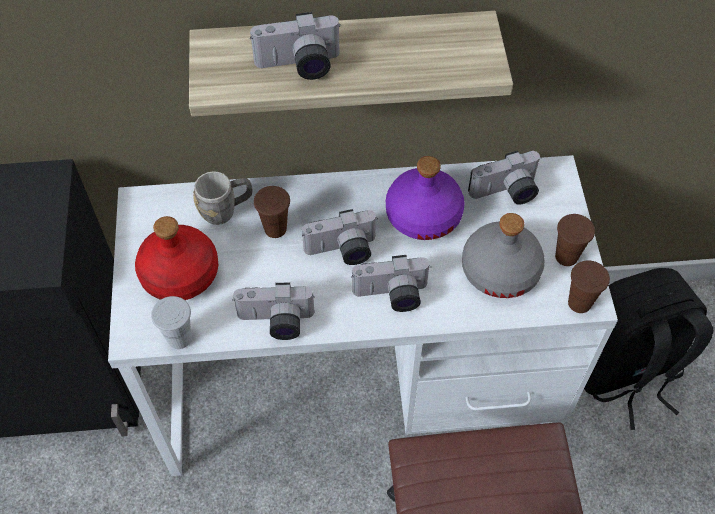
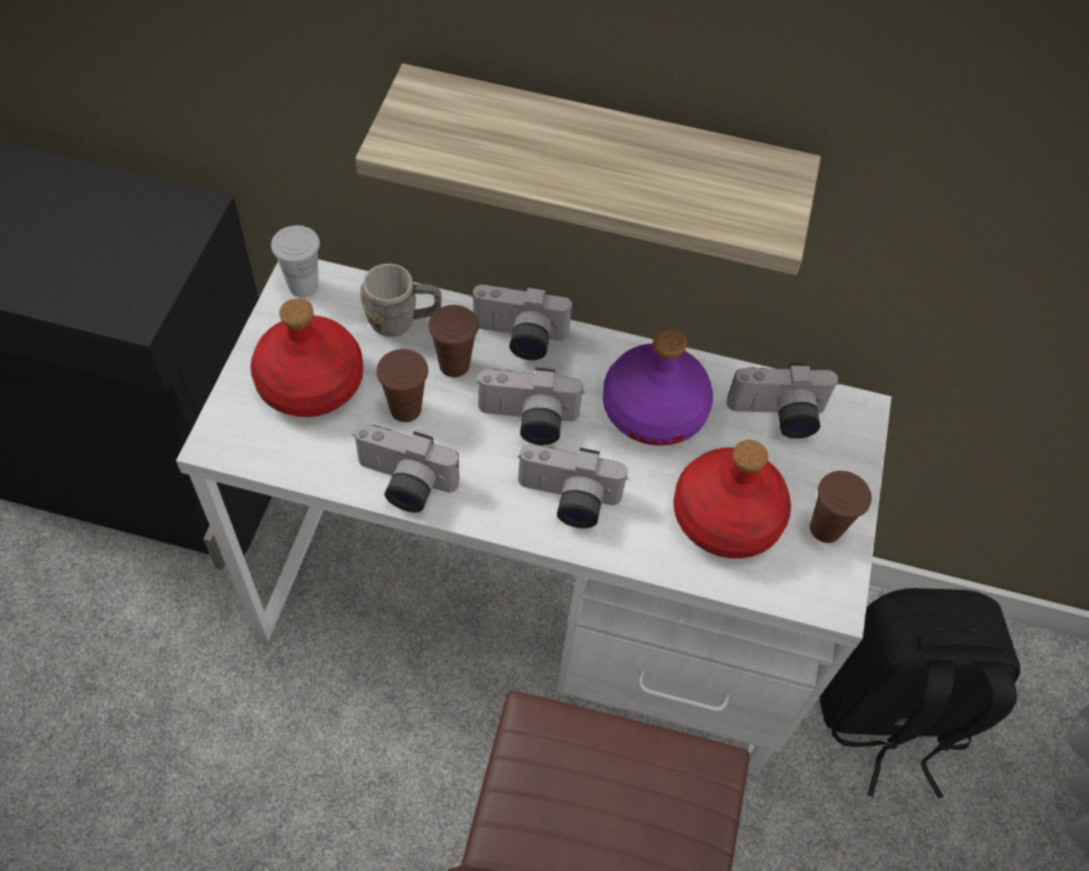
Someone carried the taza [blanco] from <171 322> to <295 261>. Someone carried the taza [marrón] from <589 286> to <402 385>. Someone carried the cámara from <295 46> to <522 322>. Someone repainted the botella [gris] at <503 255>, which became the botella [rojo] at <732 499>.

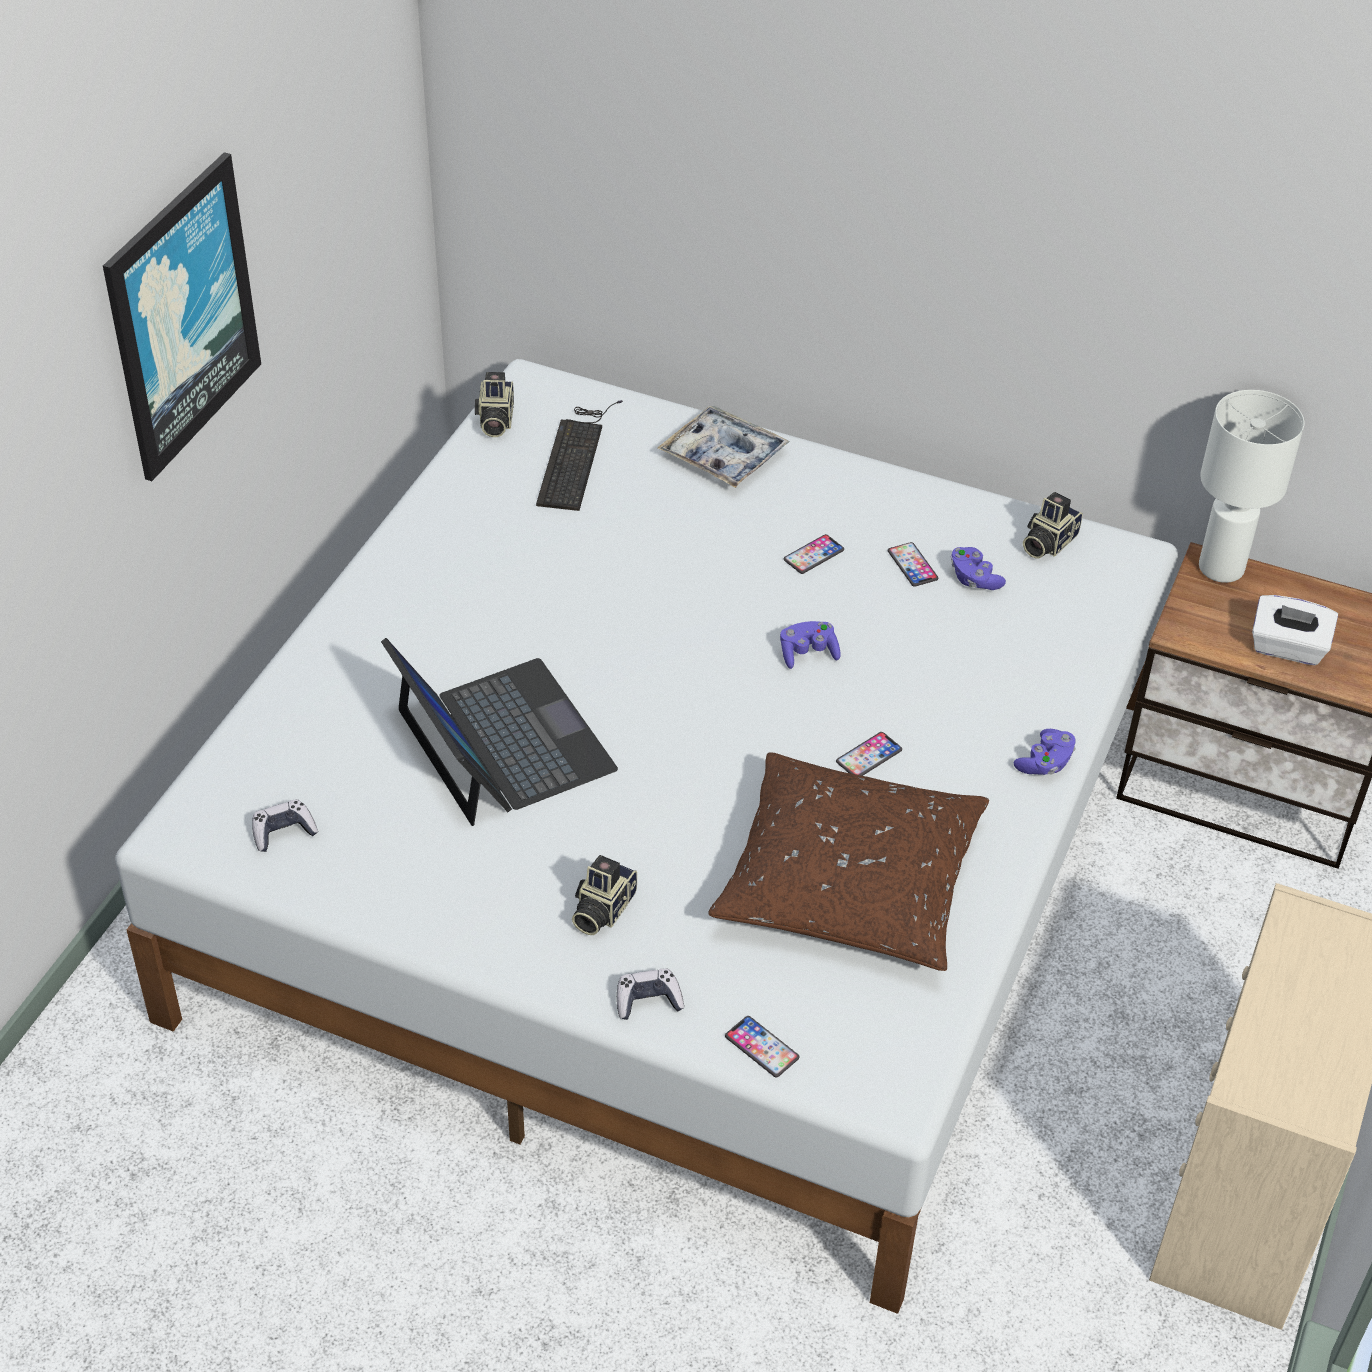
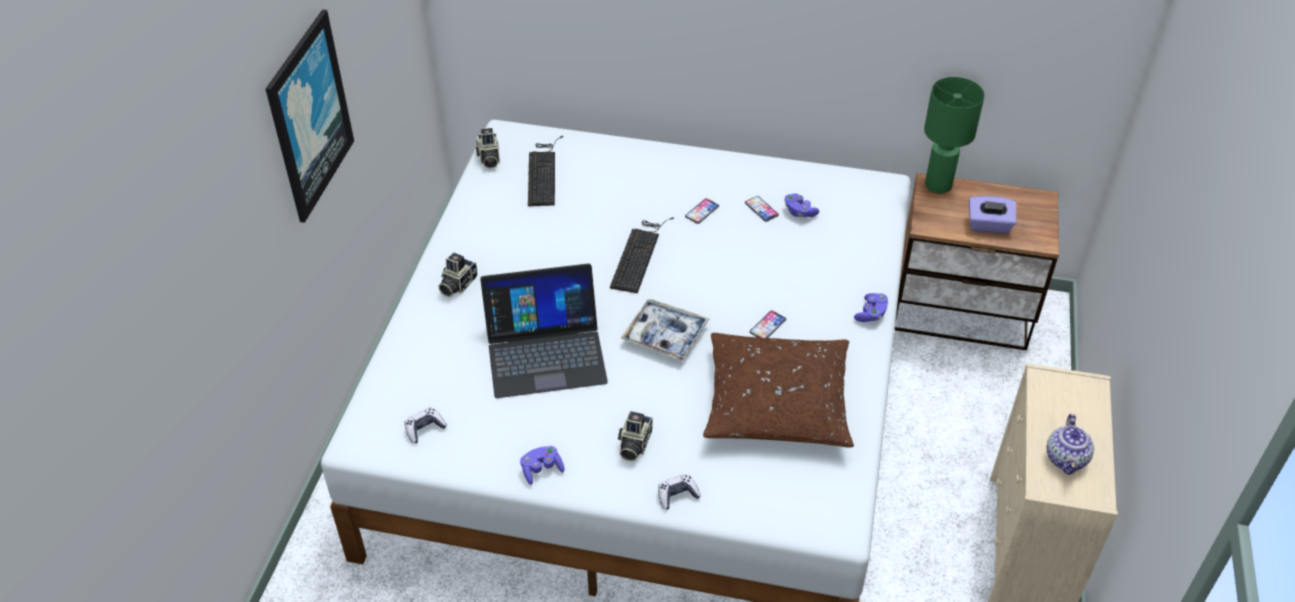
Someone carried the cámara from <1053 525> to <457 275>. Someone rotated the portátil at <499 732> by 120 degrees clockwise. Someone carried the mando de consola [morado] from <810 645> to <542 465>. Someone put down the teclado at <642 255>. Someone carried the bandeja from <723 447> to <664 330>. Someone repainted the lámpara de mesa [blanco] at <1251 486>, which became the lámpara de mesa [verde] at <954 135>. Someone repainted the caja de pañuelos [blanco] at <1295 630>, which became the caja de pañuelos [morado] at <992 215>. Someone put down the tetera at <1070 444>. Someone took away the móvil at <762 1047>.

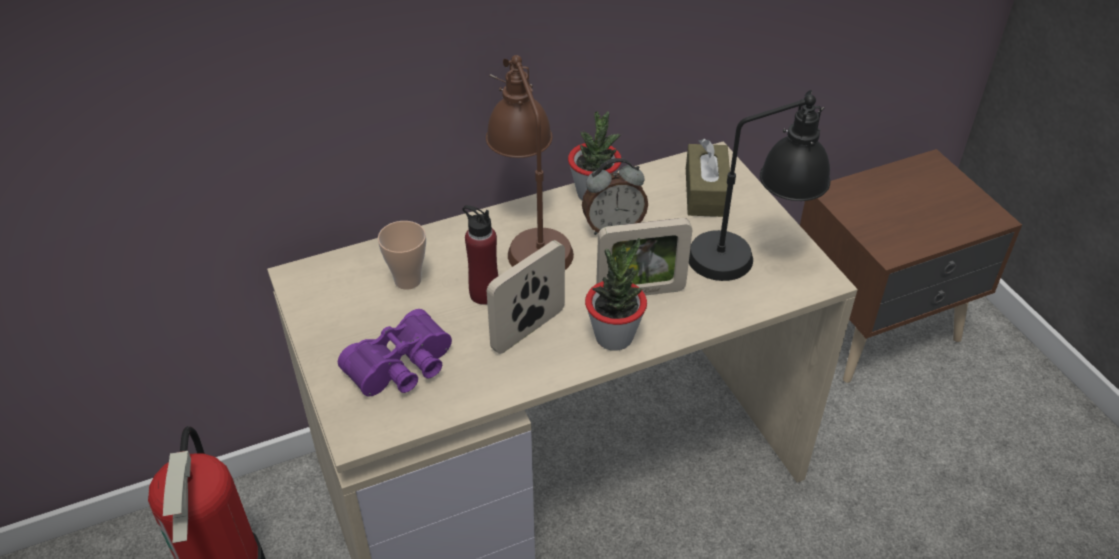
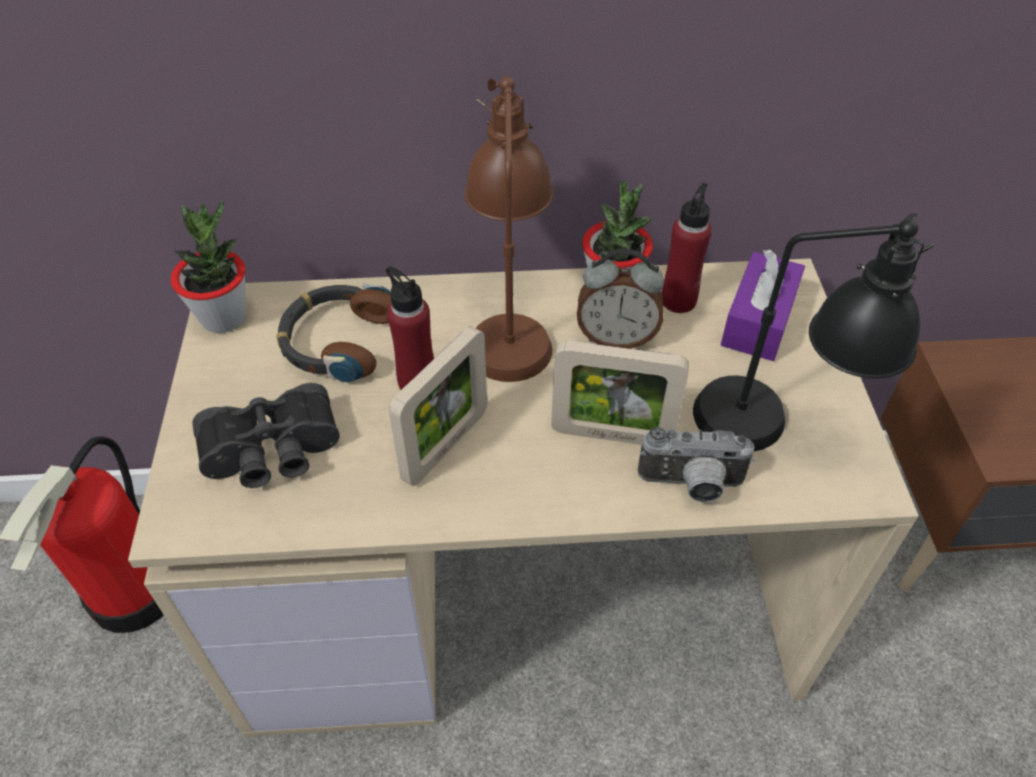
Someone carried the planta en maceta from <616 294> to <208 267>. Someone repainted the prismáticos [morado] at <395 352>, which became the prismáticos [negro] at <266 435>. Someone swapped the taza at <402 255> for the auriculares at <334 333>. Someone rotated the portarretratos at <526 297> by 150 degrees clockwise. Someone put down the cámara at <696 465>. Someone put down the botella [rojo] at <687 248>. Someone repainted the caja de pañuelos [marrón] at <708 178>, which became the caja de pañuelos [morado] at <763 305>.

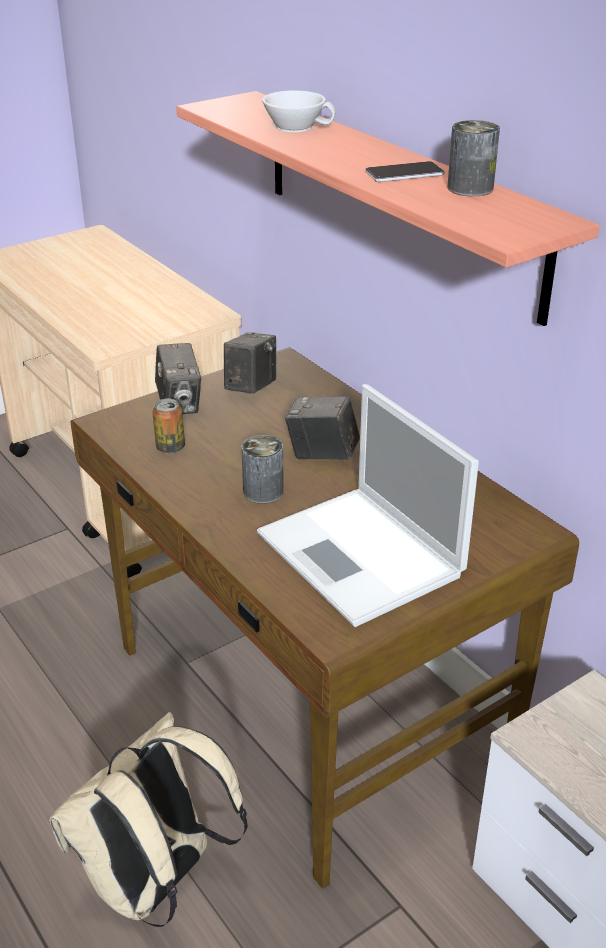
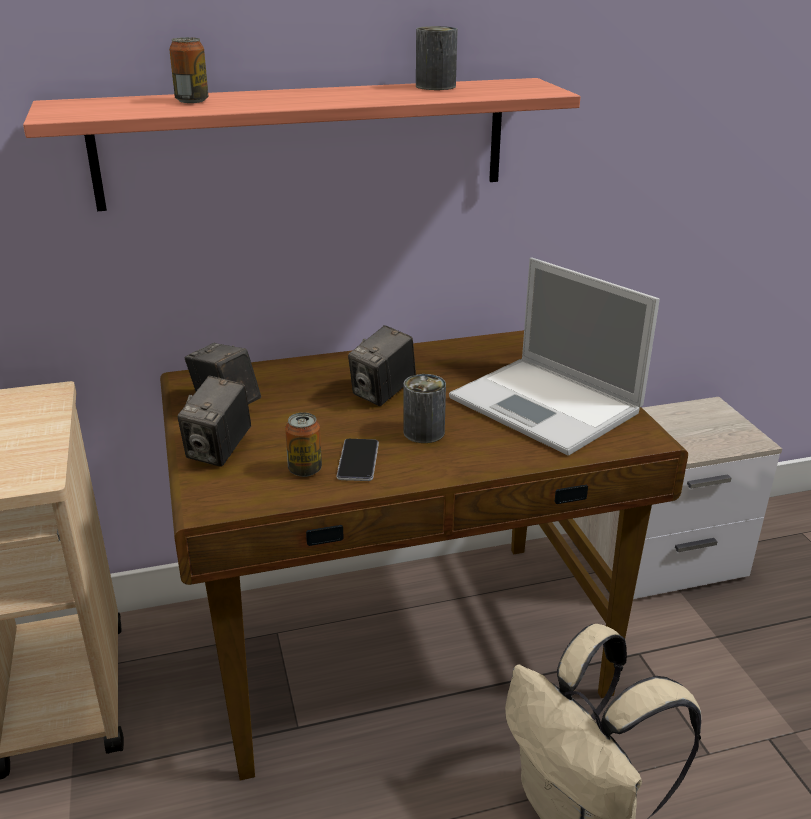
Someone swapped the taza [blanco] at <299 111> for the lata at <188 70>. Someone rotated the cámara at <178 378> by 105 degrees clockwise. Someone carried the móvil from <404 171> to <358 460>. Someone rotated the portátil at <368 505> by 60 degrees clockwise.

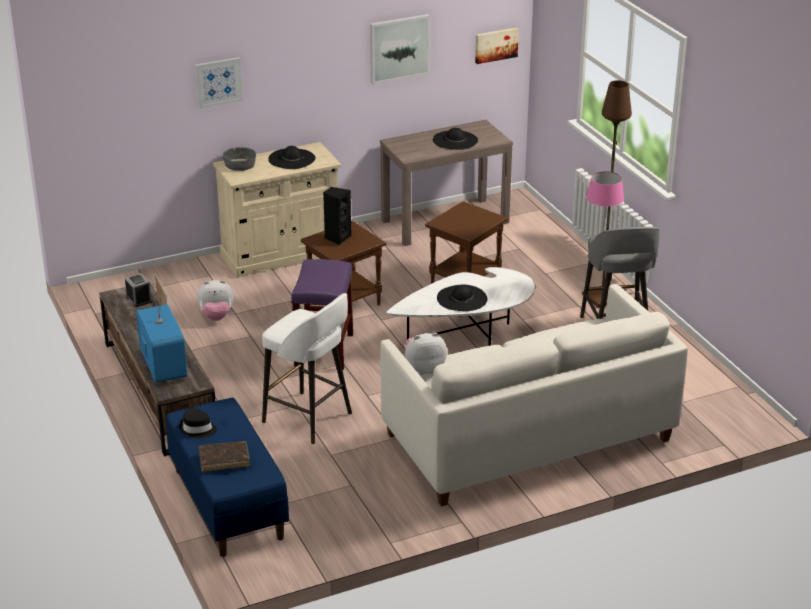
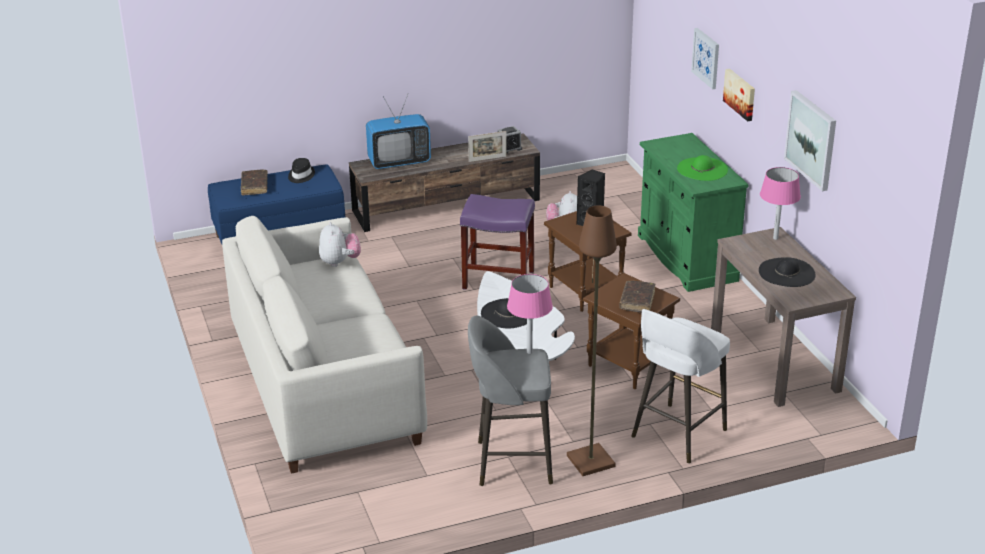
Someone put down the libro [marrón] at <637 297>. Someone carried the taburete [blanco] from <307 368> to <680 386>. Someone repainted the armario [beis] at <277 210>, which became the armario [verde] at <693 212>. Someone repainted the sombrero [negro] at <291 157>, which became the sombrero [verde] at <702 168>. Someone carried the cuadro from <497 45> to <739 95>. Someone put down the lámpara de mesa [rosa] at <780 203>. Someone took away the cuenco [gris] at <239 159>.

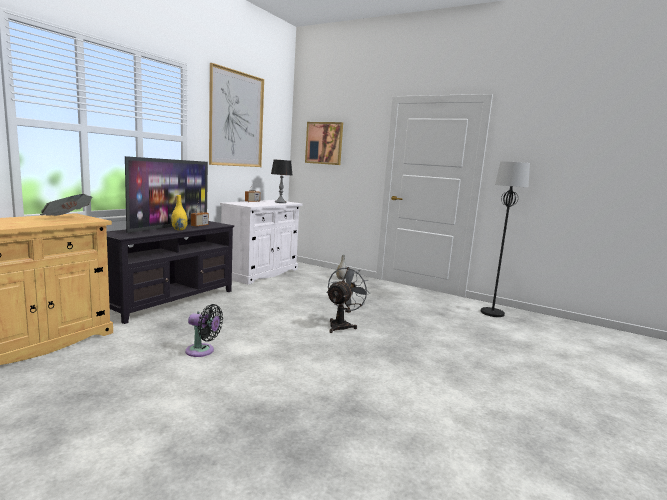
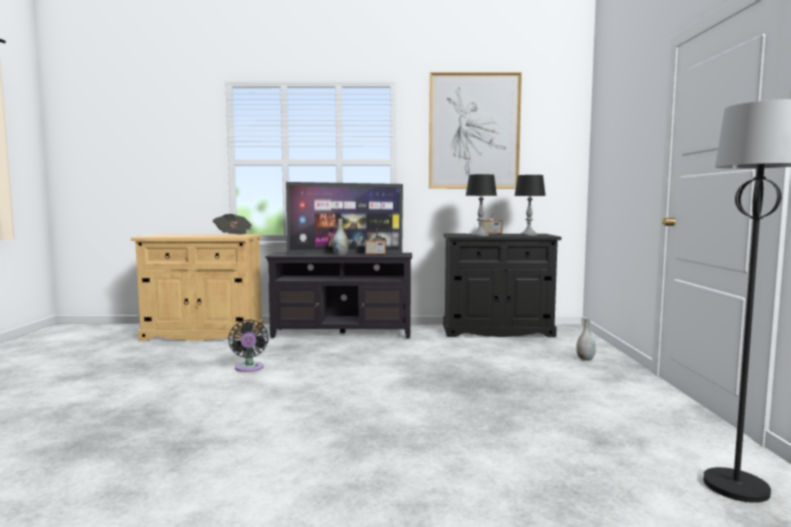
Someone repainted the florero [amarillo] at <179 212>, which became the florero [gris] at <341 237>. Someone repainted the armario [blanco] at <261 242>, which became the armario [negro] at <502 285>. Someone put down the lámpara de mesa at <481 205>. Someone took away the cuadro at <324 143>. Someone took away the ventilador [gris] at <348 299>.

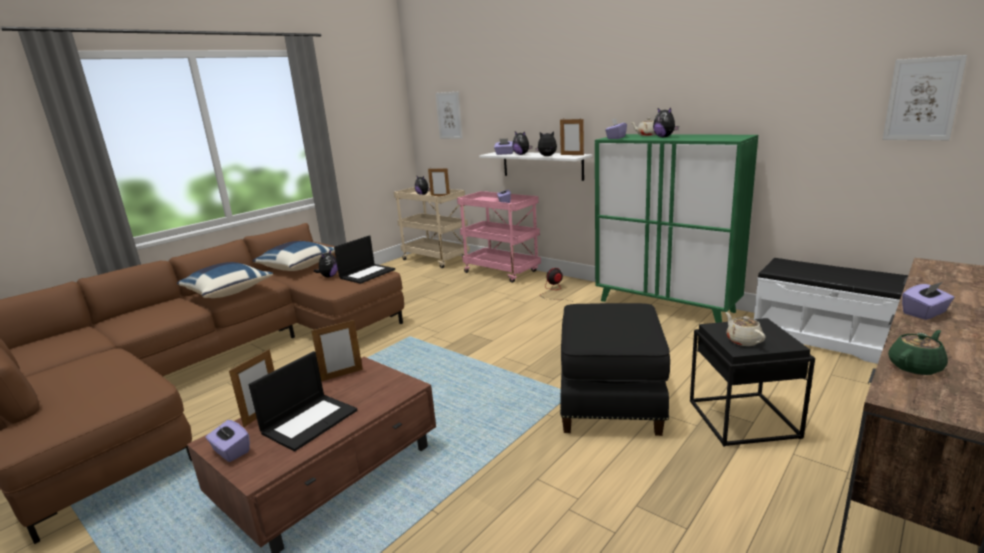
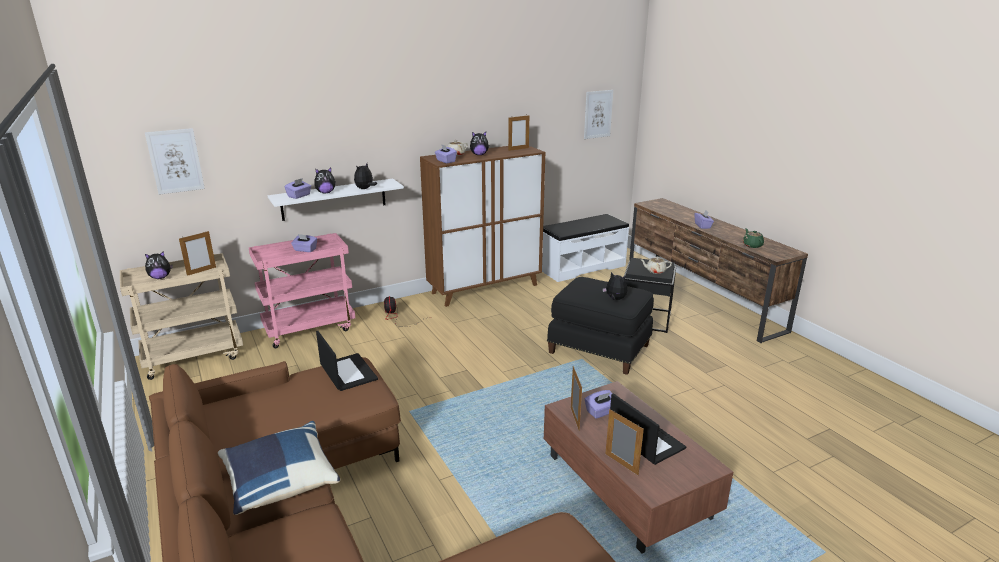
Someone repainted the armario [verde] at <676 228>, which became the armario [marrón] at <482 226>. Someone carried the portarretratos from <572 137> to <518 133>. Someone carried the caja de pañuelos [morado] from <228 441> to <599 404>. Someone carried the peluche from <326 263> to <615 286>. Someone took away the cojín [azul] at <294 256>.

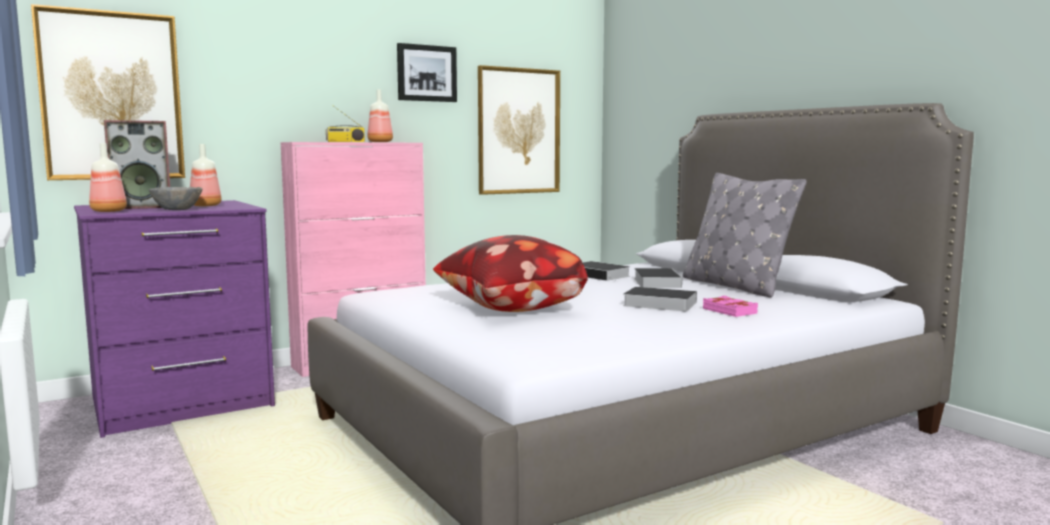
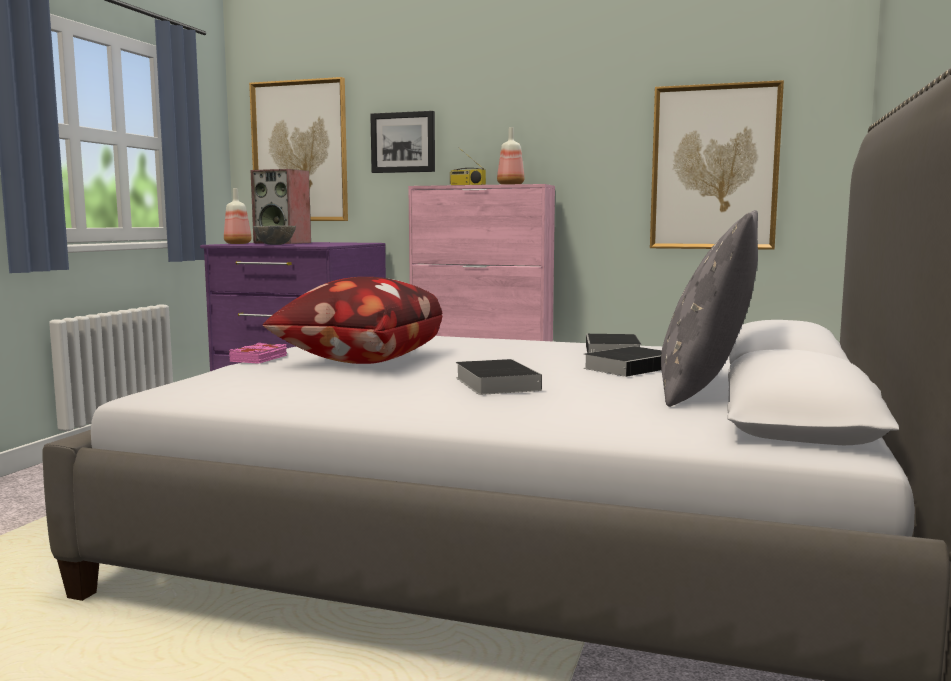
Someone carried the libro [rosa] from <730 306> to <258 353>. Someone carried the cuadro from <427 72> to <402 142>. Someone took away the botella at <206 175>.

